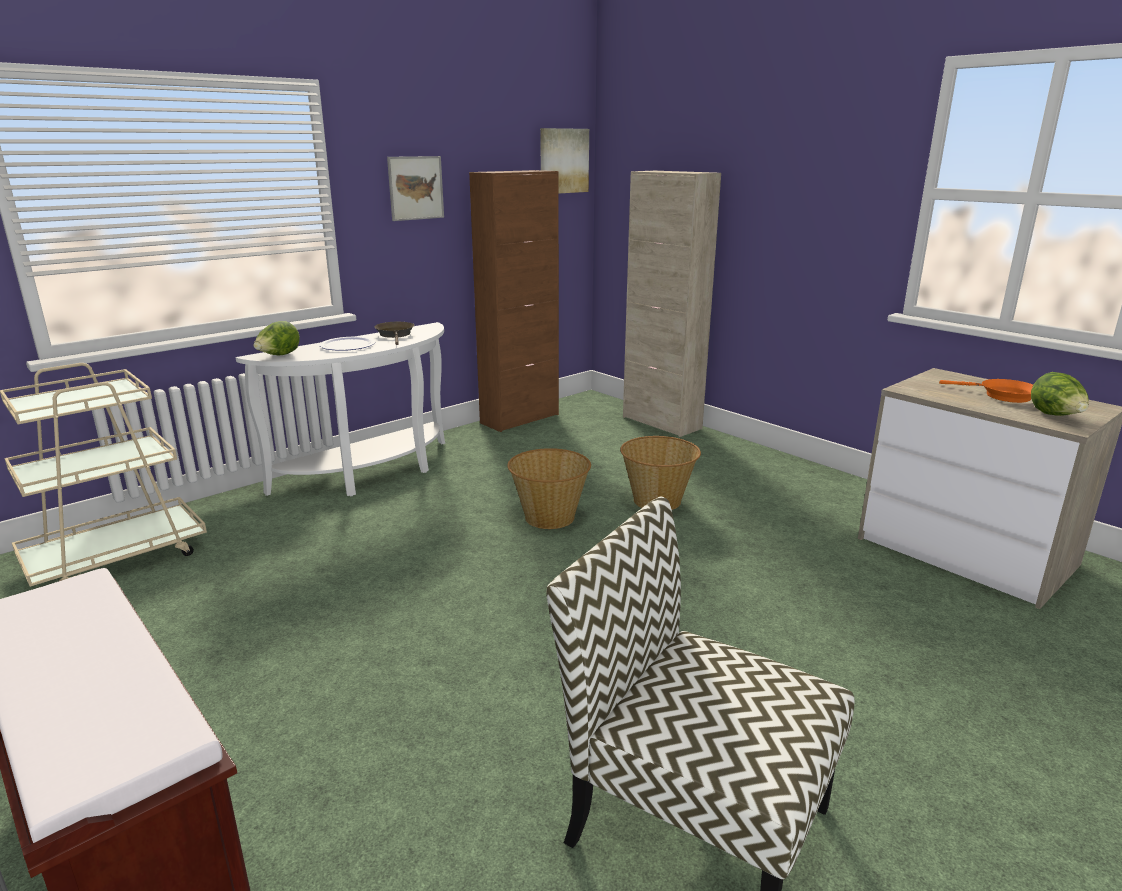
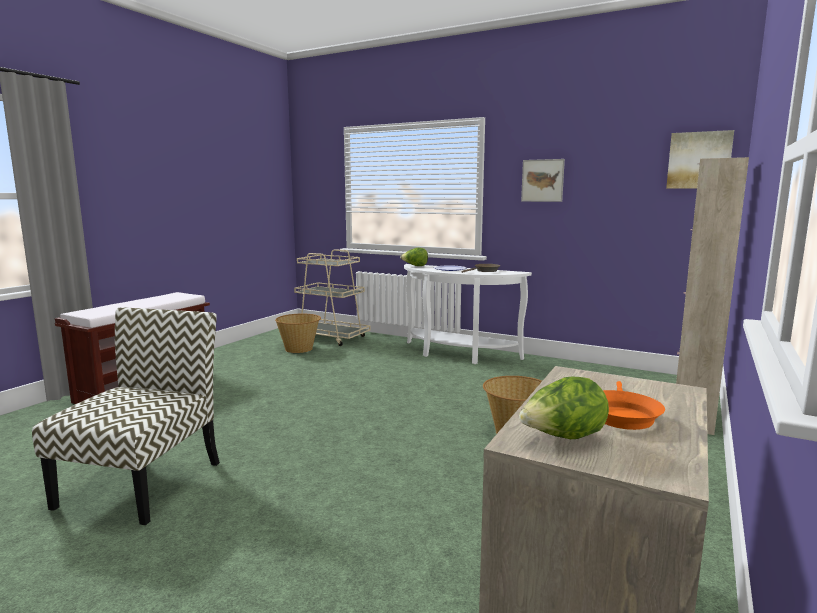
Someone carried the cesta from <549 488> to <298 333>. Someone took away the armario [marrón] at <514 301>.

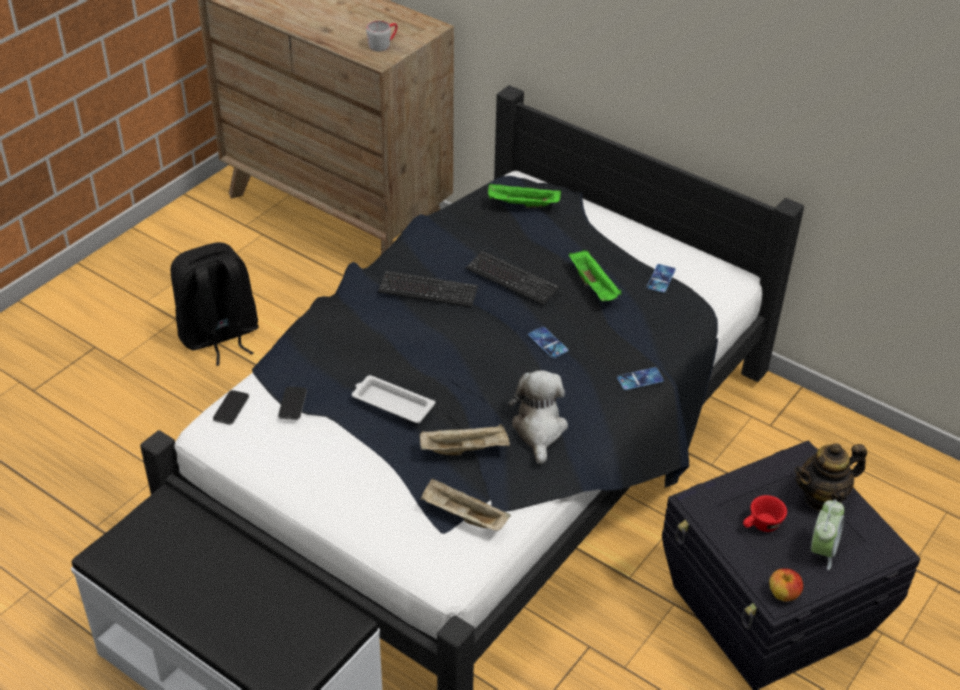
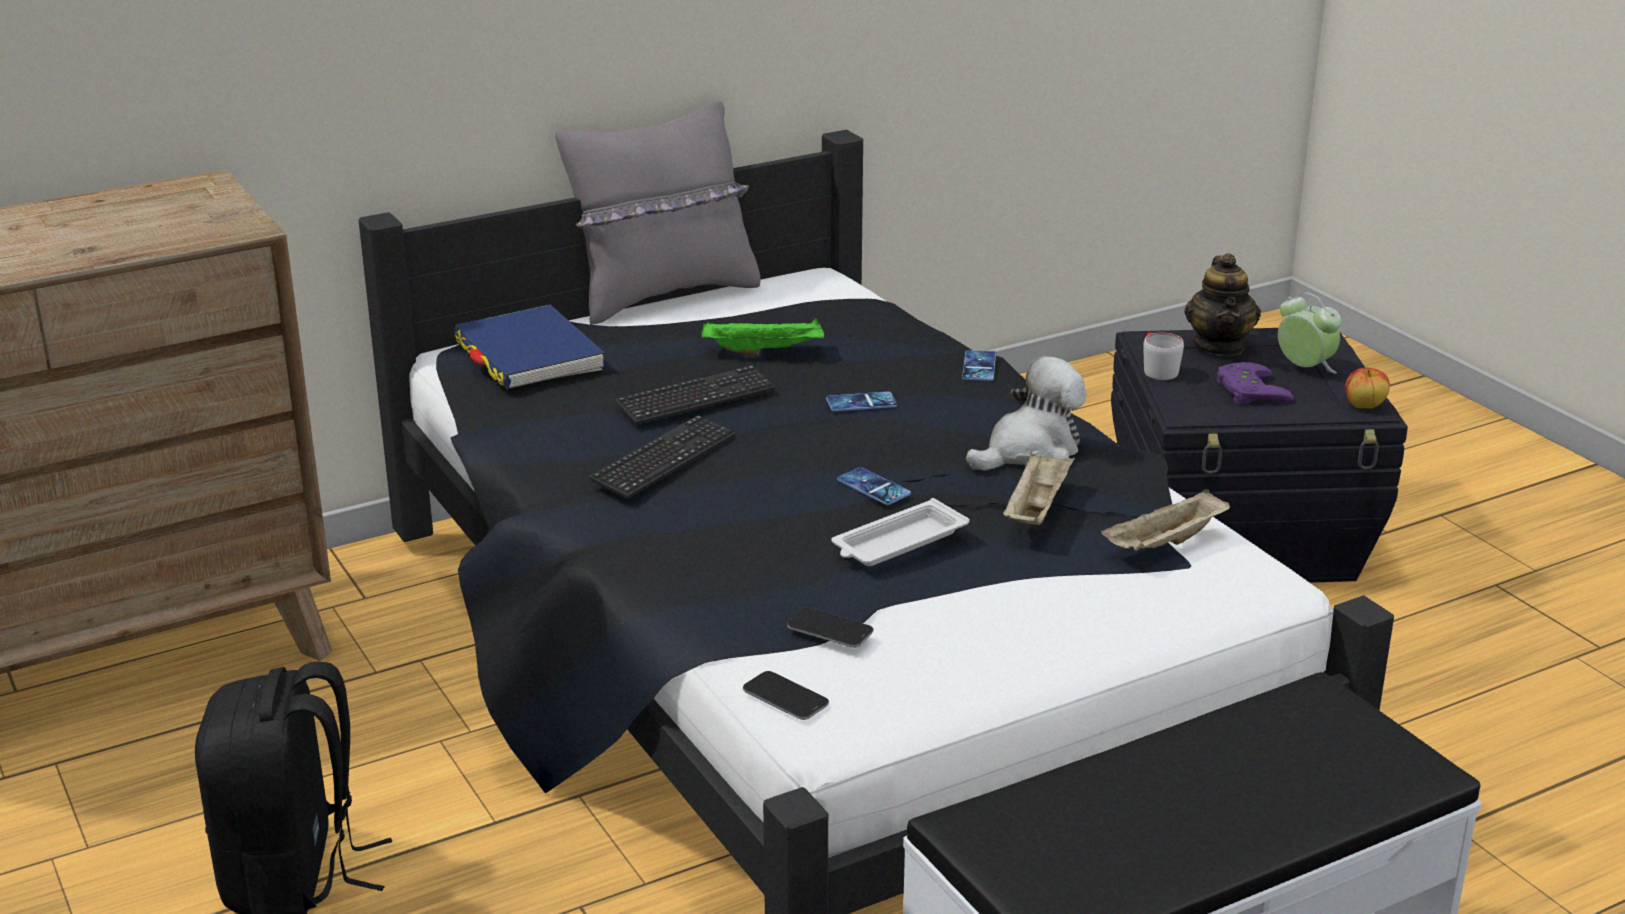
Someone swapped the bandeja [verde] at <524 196> for the libro [azul] at <529 347>. Someone put down the cojín [gris] at <658 213>. Someone carried the móvil from <661 278> to <874 486>. Someone rotated the peluche at <538 417> by 120 degrees clockwise. Someone carried the taza grande [gris] from <382 36> to <1163 356>. Someone swapped the taza [rojo] at <765 513> for the mando de consola [morado] at <1255 383>.

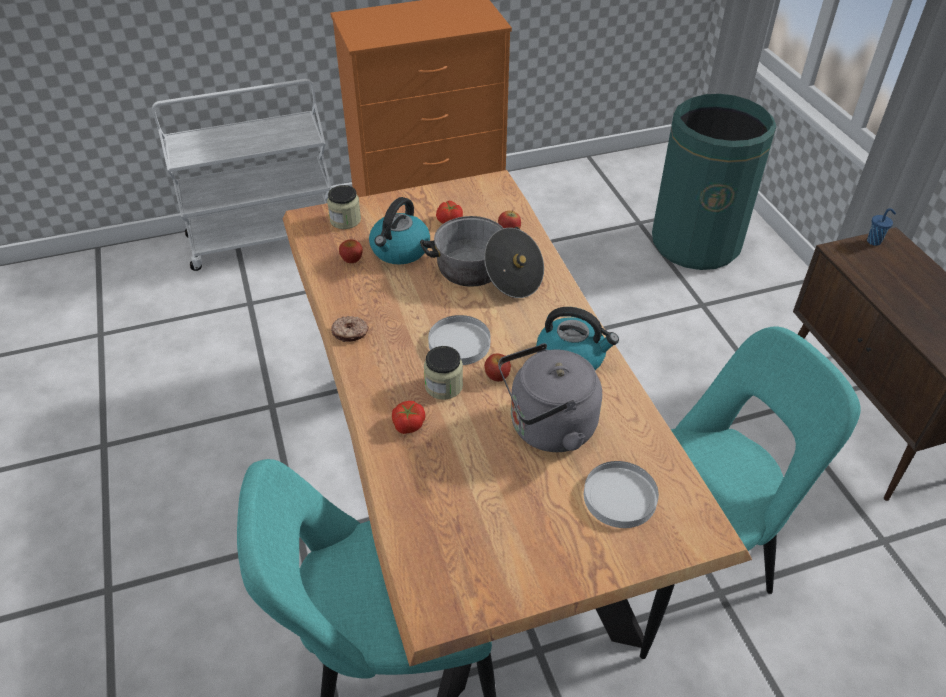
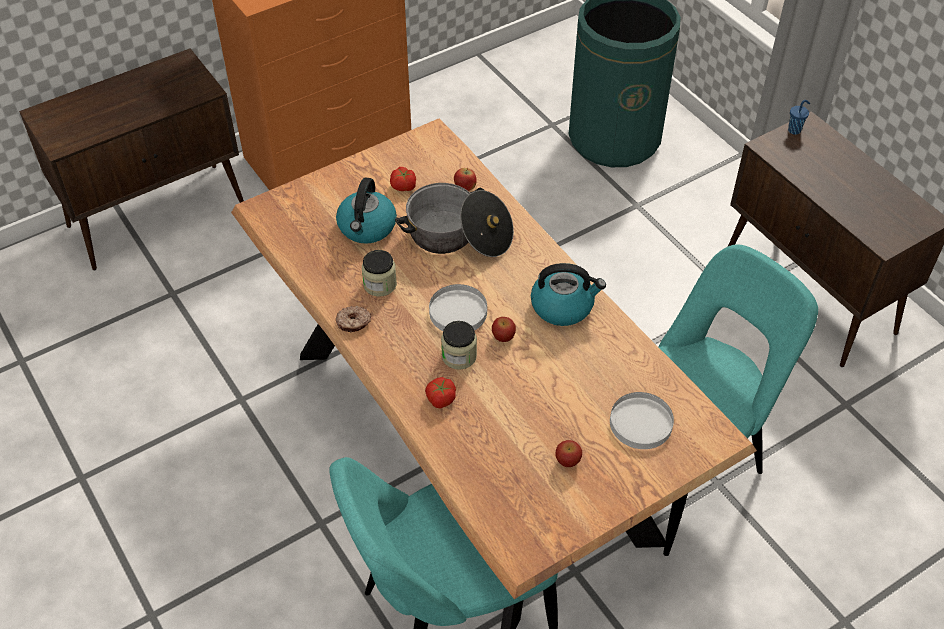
Someone swapped the carrito [blanco] at <242 175> for the armario [marrón] at <131 159>. Someone carried the tarro from <344 207> to <379 273>. Someone carried the manzana from <351 251> to <568 453>. Someone took away the hervidor [gris] at <550 397>.

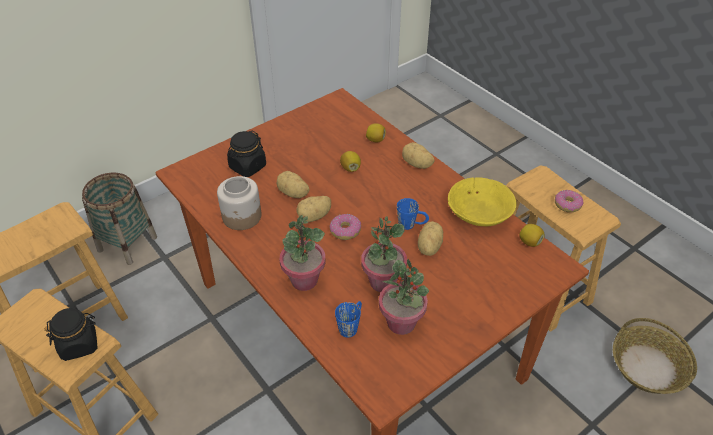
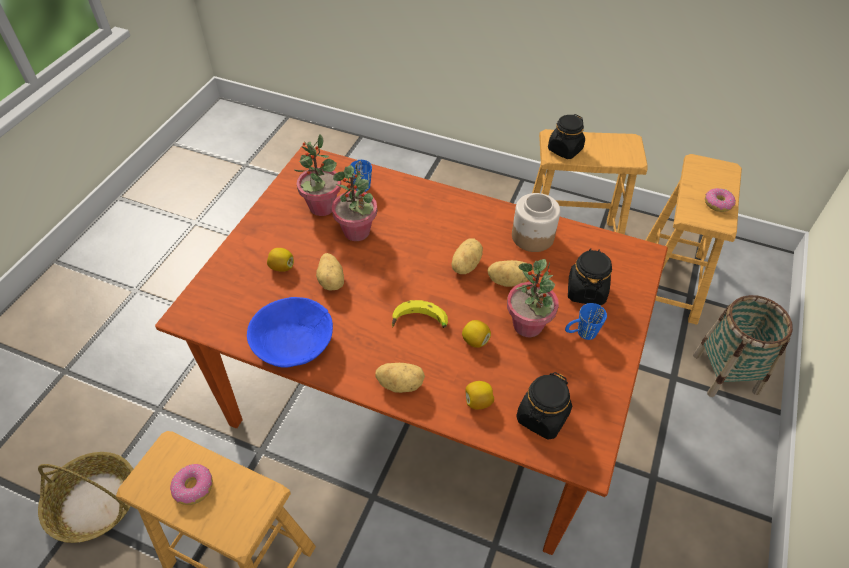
Someone repainted the cuenco [amarillo] at <482 201>, which became the cuenco [azul] at <290 332>. Someone carried the limón from <531 235> to <280 260>. Someone put down the plátano at <420 314>. Someone carried the planta en maceta from <302 253> to <533 298>. Someone put down the tarro [negro] at <544 406>. Someone carried the taza grande [azul] from <413 214> to <586 321>. Someone carried the rosquilla from <345 227> to <720 200>.

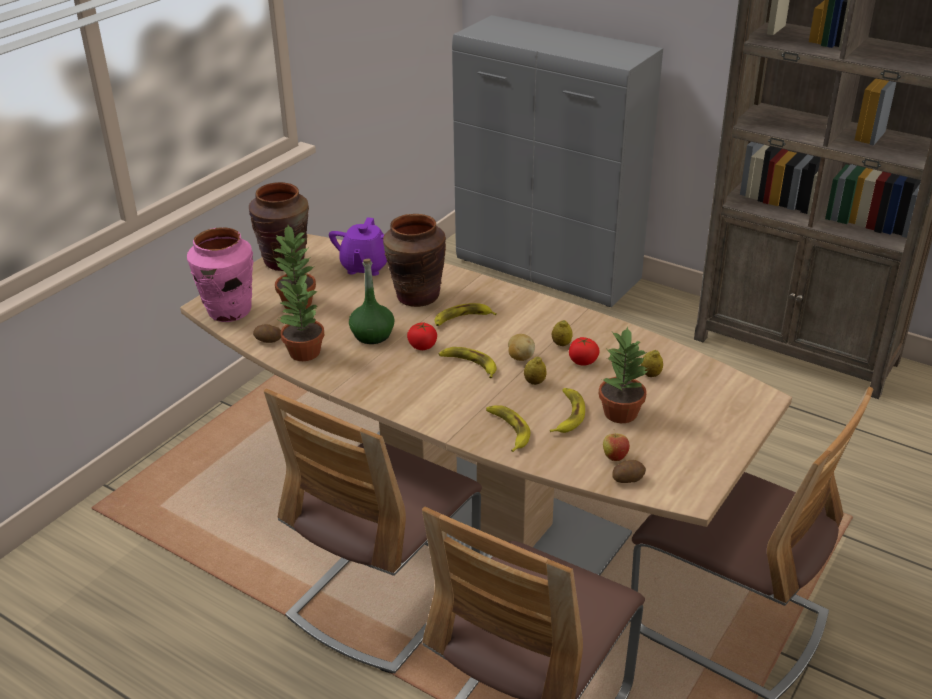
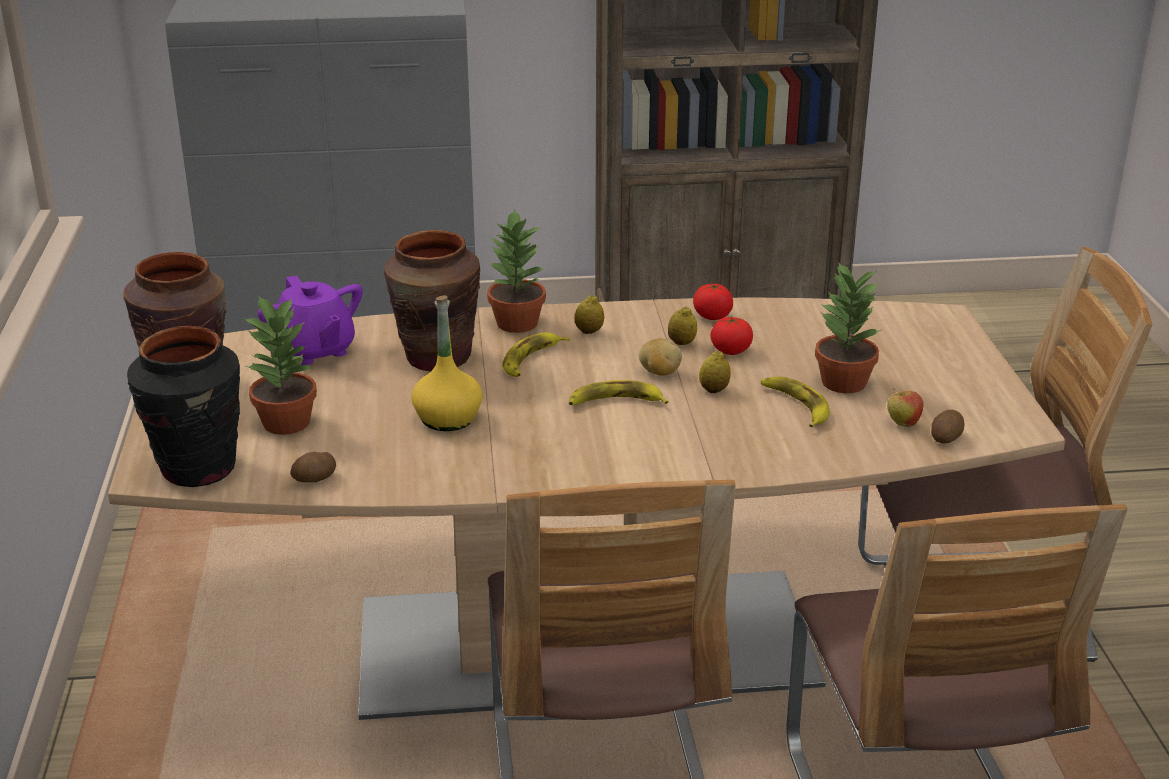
Someone repainted the florero [rosa] at <220 274>, which became the florero [negro] at <183 406>. Someone repainted the botella [verde] at <372 301>, which became the botella [amarillo] at <447 363>. Someone carried the planta en maceta from <302 317> to <516 271>. Someone carried the limón from <652 363> to <589 314>. Someone carried the tomate from <422 336> to <713 302>. Someone took away the plátano at <508 428>.

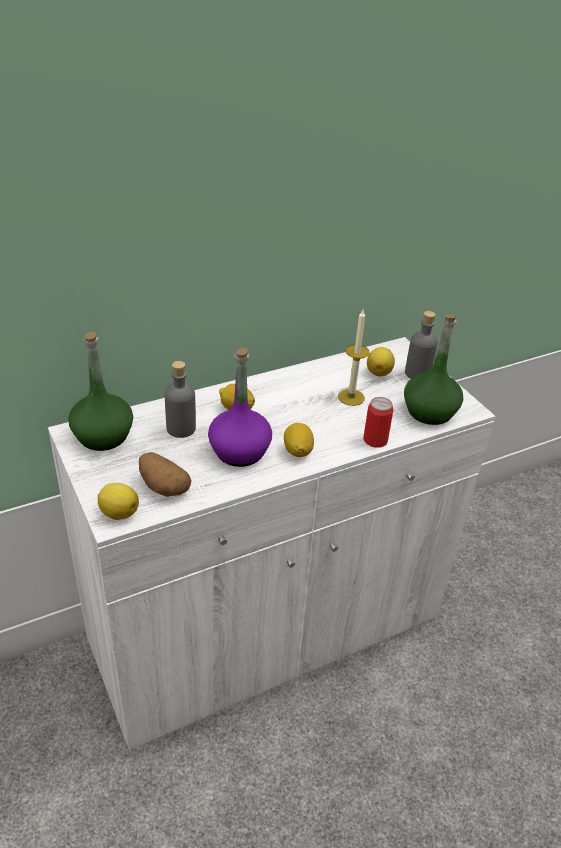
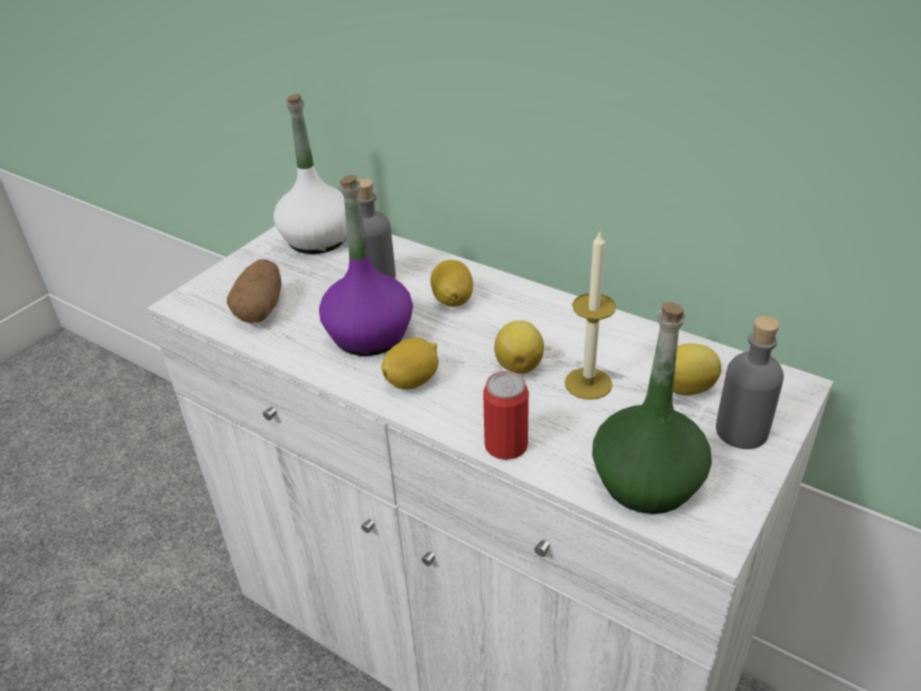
Someone repainted the botella [verde] at <100 391>, which became the botella [blanco] at <310 174>. Someone carried the limón from <118 501> to <519 347>.

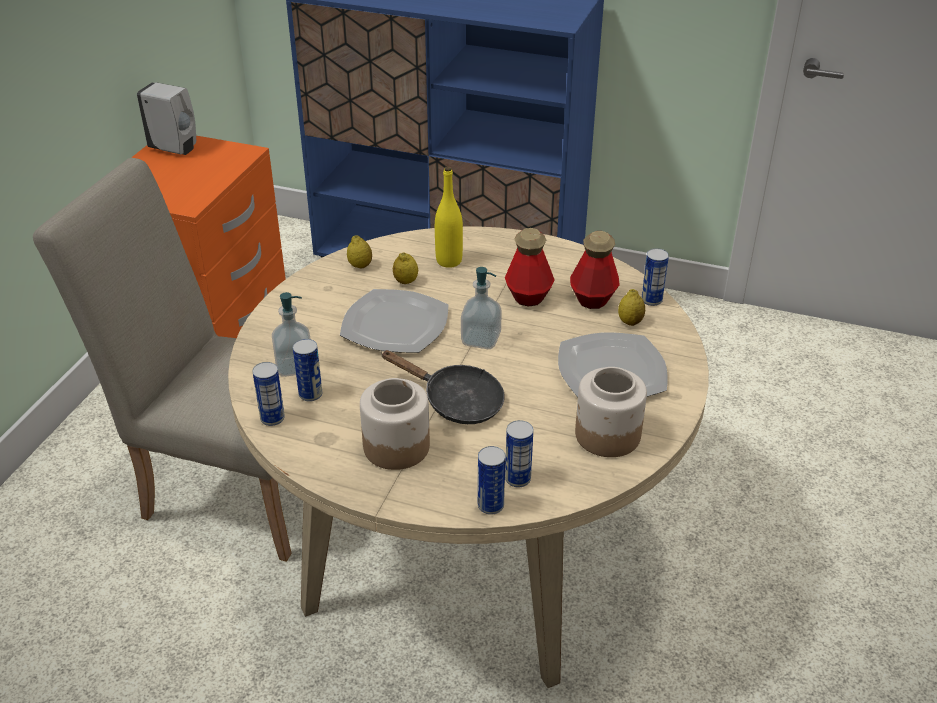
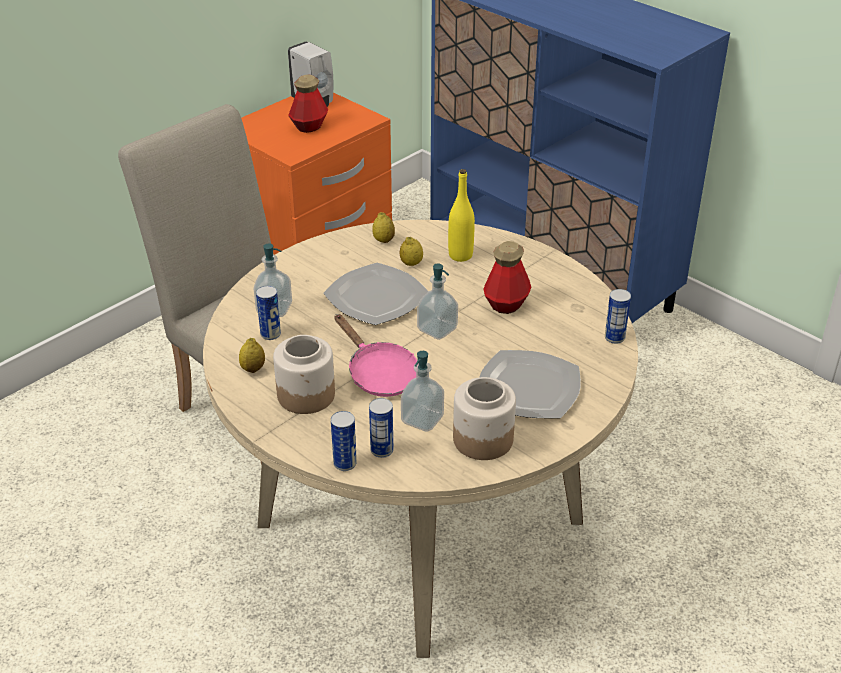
Someone carried the limón from <631 307> to <252 355>. Someone carried the botella from <595 270> to <308 103>. Someone repainted the sartén [negro] at <443 387>, which became the sartén [rosa] at <375 355>. Someone put down the dispensador de jabón at <422 391>. Someone took away the lata at <268 394>.

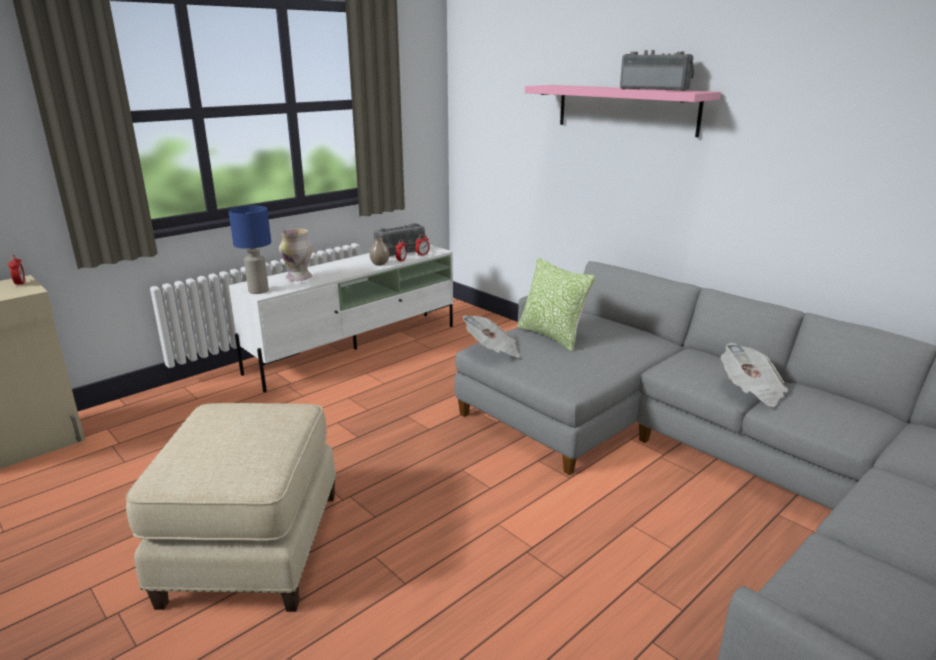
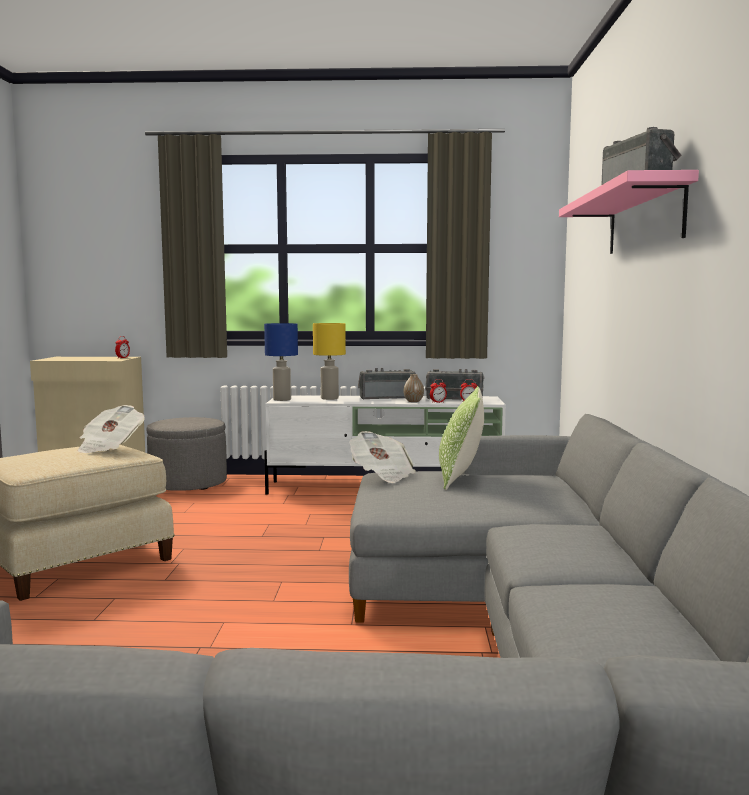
Someone carried the periódico from <754 375> to <111 429>. Someone put down the puf [gris] at <187 454>. Someone swapped the florero at <296 254> for the lámpara de mesa [amarillo] at <329 361>. Someone put down the radio at <387 384>.

